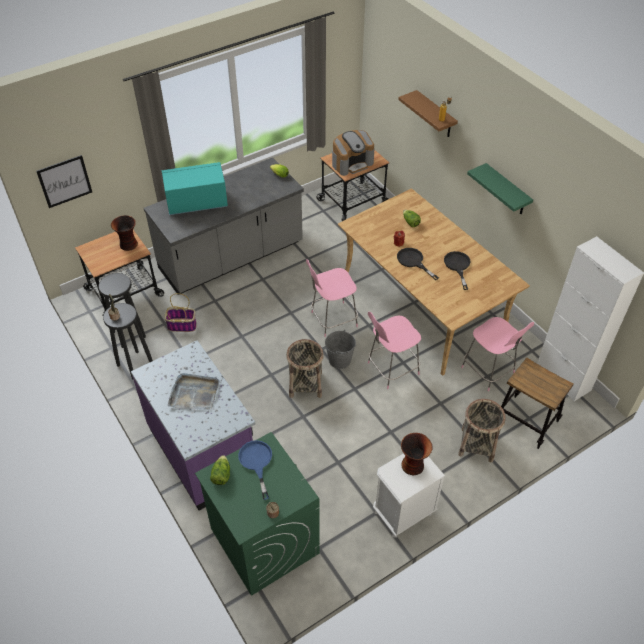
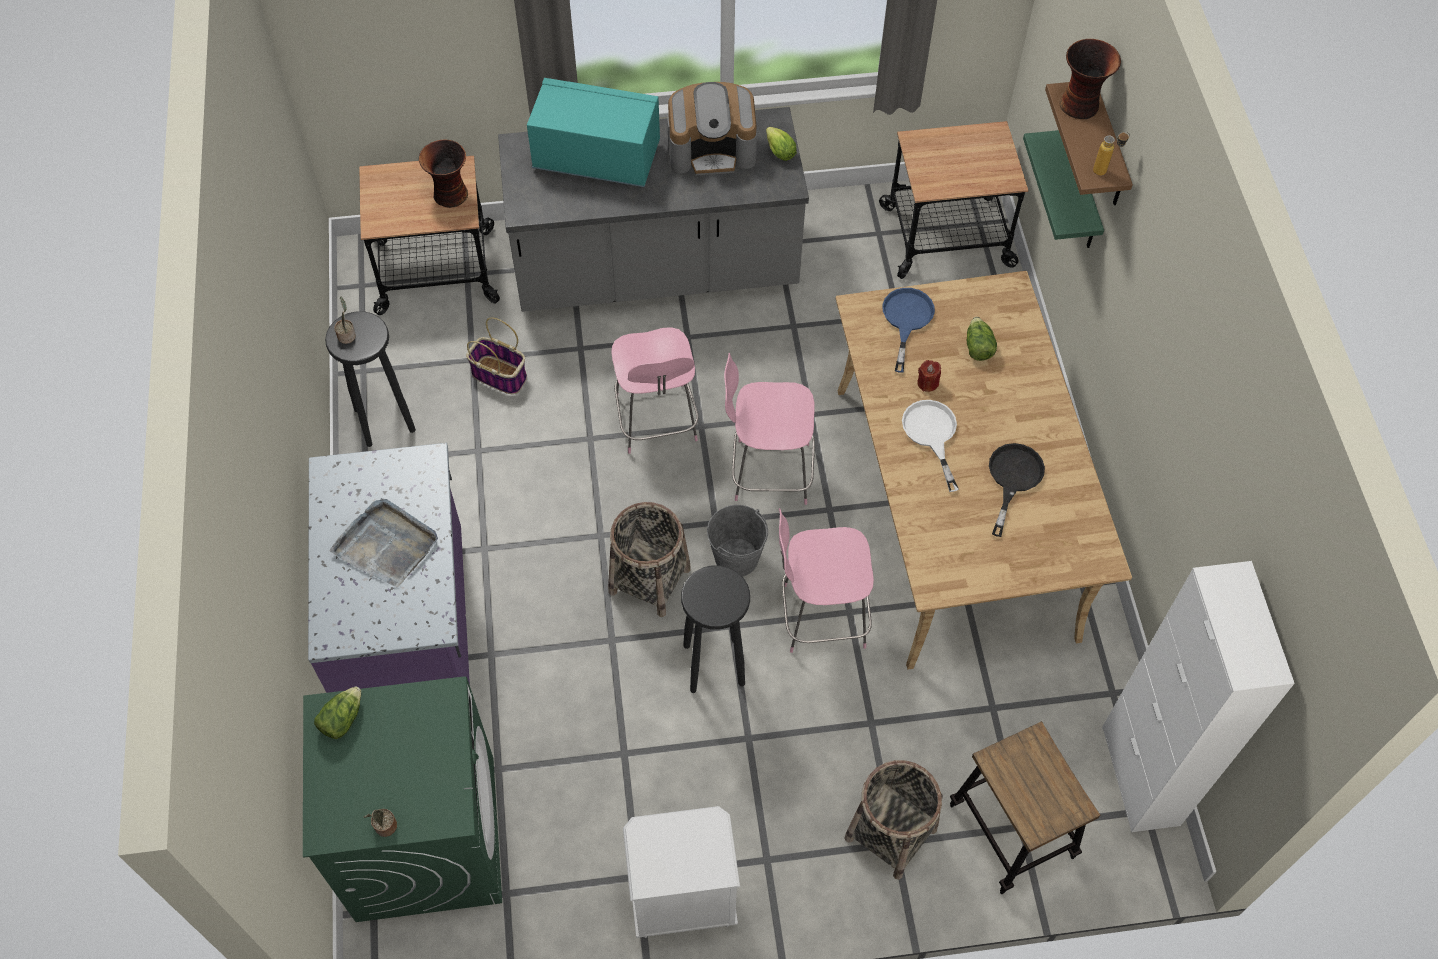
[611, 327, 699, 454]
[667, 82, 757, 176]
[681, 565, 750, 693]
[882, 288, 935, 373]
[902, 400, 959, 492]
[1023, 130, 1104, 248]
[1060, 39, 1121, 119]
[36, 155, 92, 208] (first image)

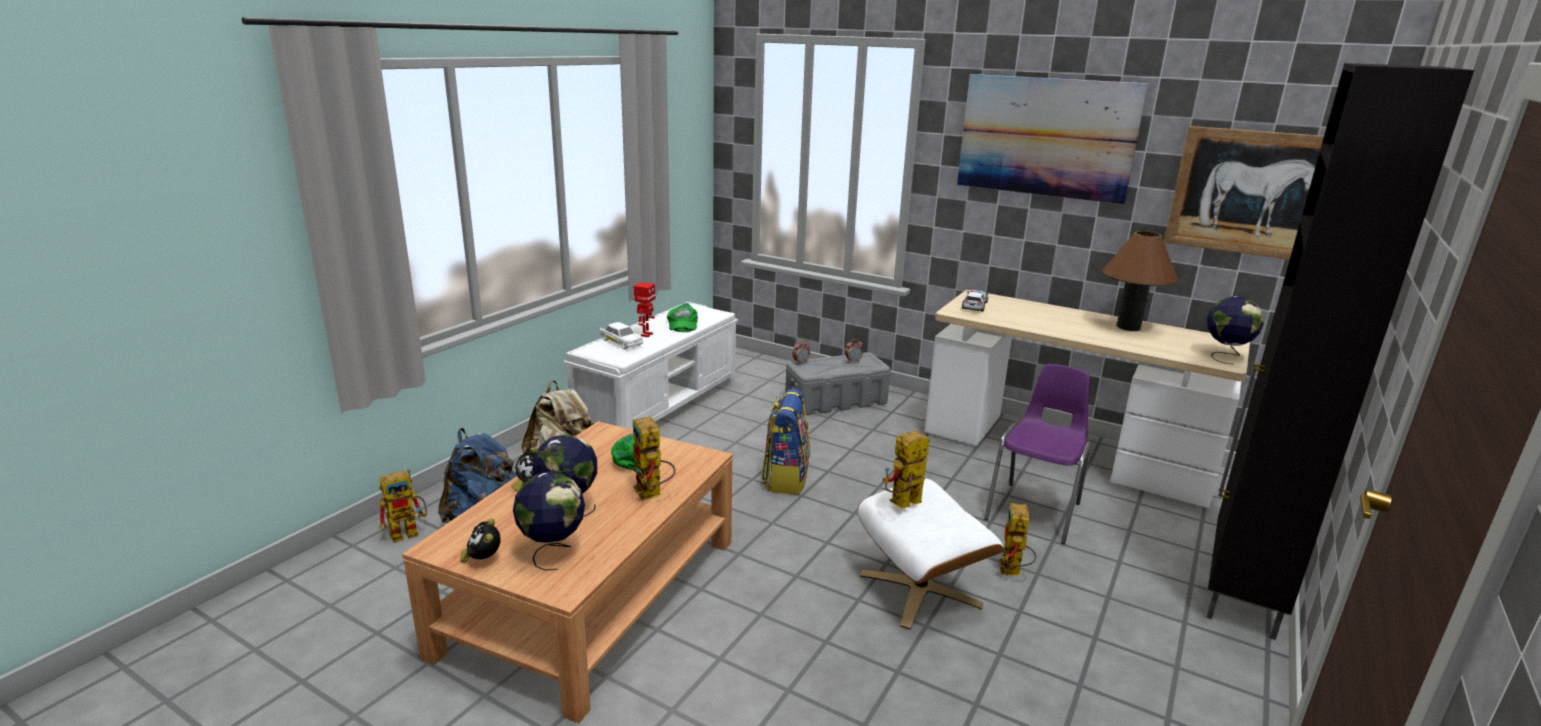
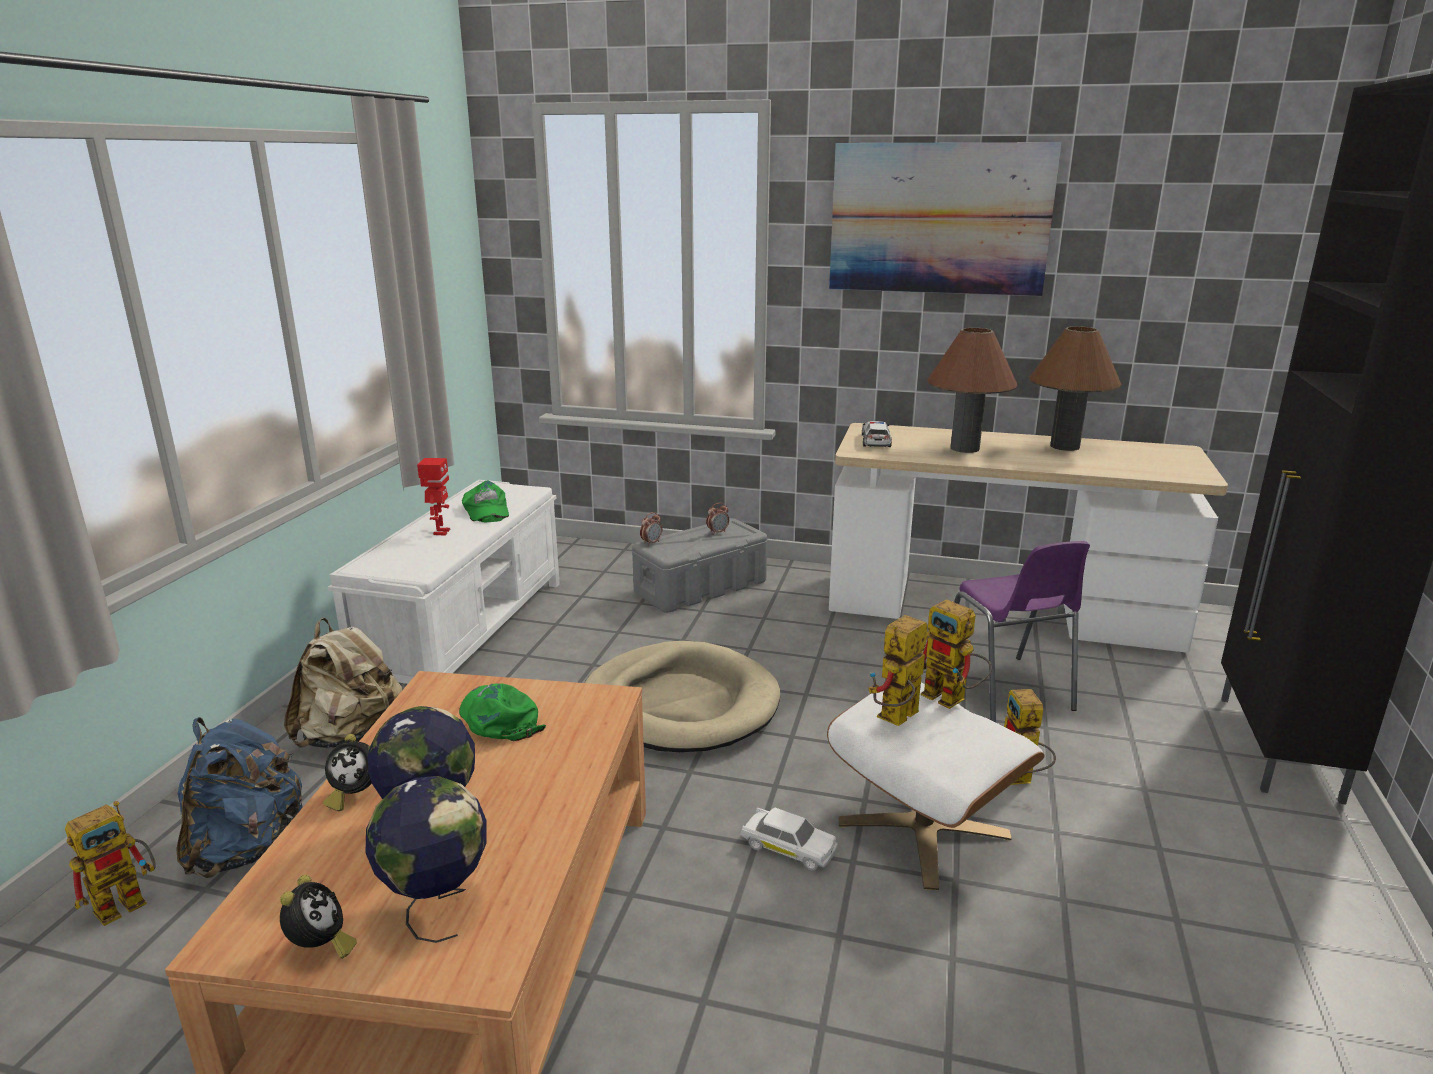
[280, 875, 357, 959]
[585, 641, 780, 752]
[740, 807, 838, 871]
[921, 599, 992, 709]
[927, 328, 1017, 453]
[954, 541, 1090, 722]
[1164, 126, 1324, 260] (first image)
[1207, 296, 1264, 365] (first image)

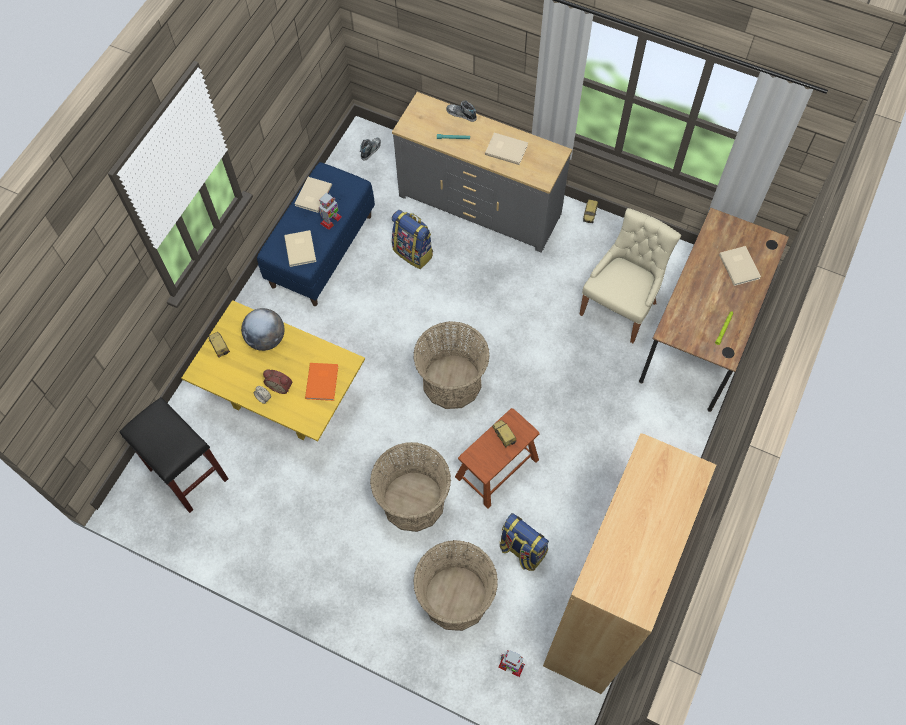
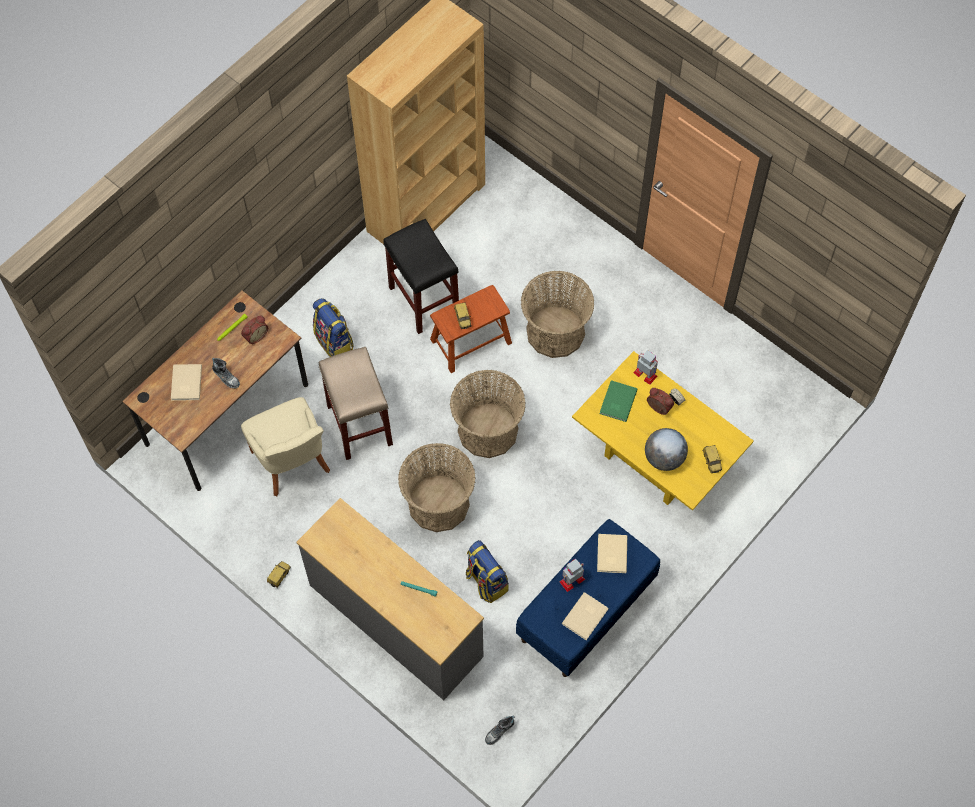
[212, 358, 240, 389]
[241, 316, 268, 344]
[241, 397, 330, 496]
[313, 298, 354, 357]
[319, 347, 393, 460]
[383, 219, 459, 334]
[398, 443, 476, 532]
[600, 380, 638, 422]
[633, 350, 658, 385]
[485, 133, 528, 165] (first image)

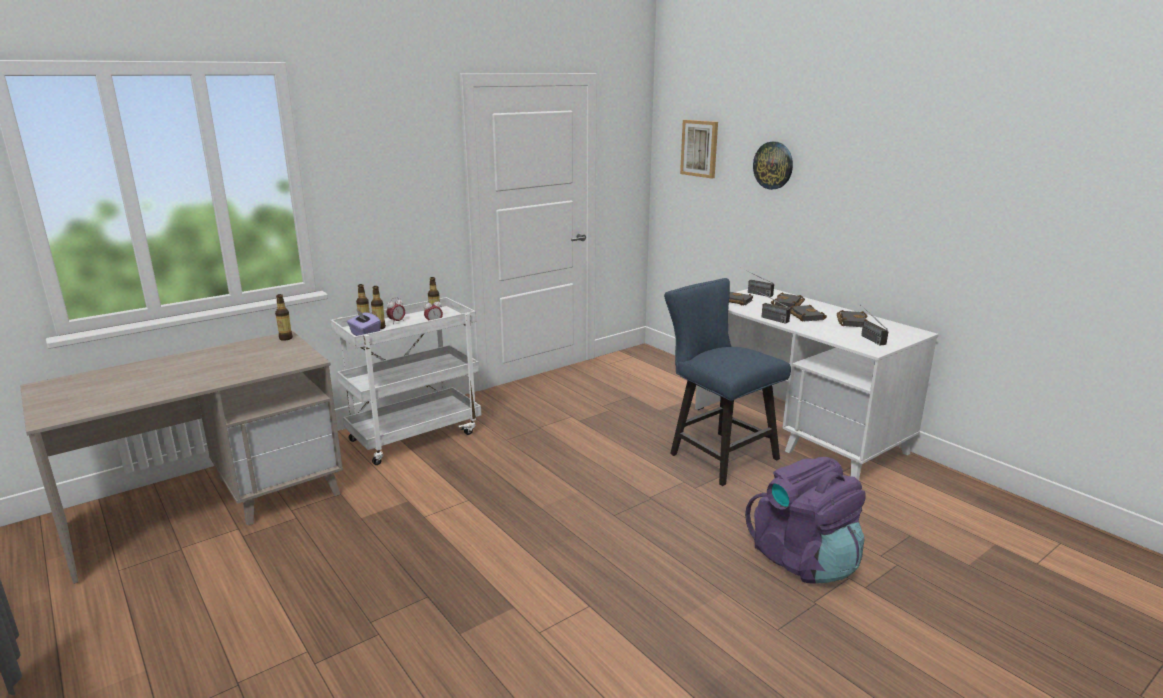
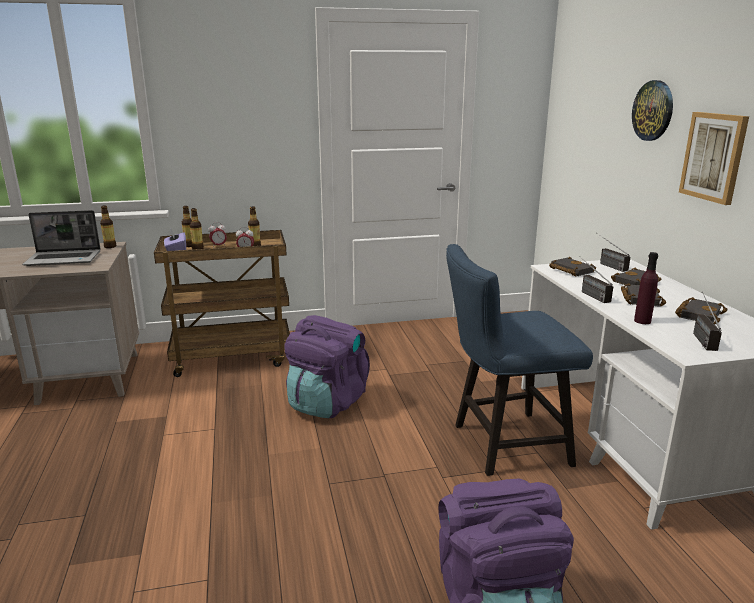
[22, 210, 100, 266]
[154, 230, 290, 377]
[284, 315, 370, 418]
[446, 244, 593, 476]
[634, 252, 658, 324]
[679, 112, 749, 205]

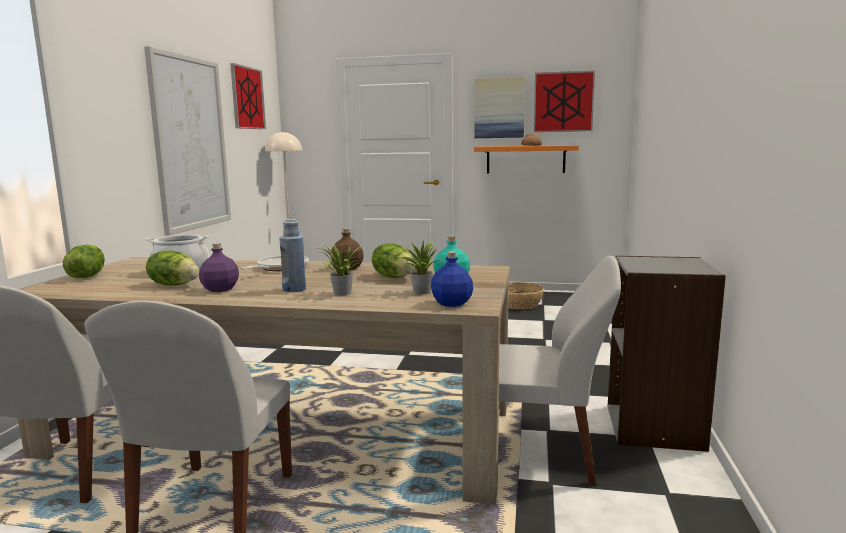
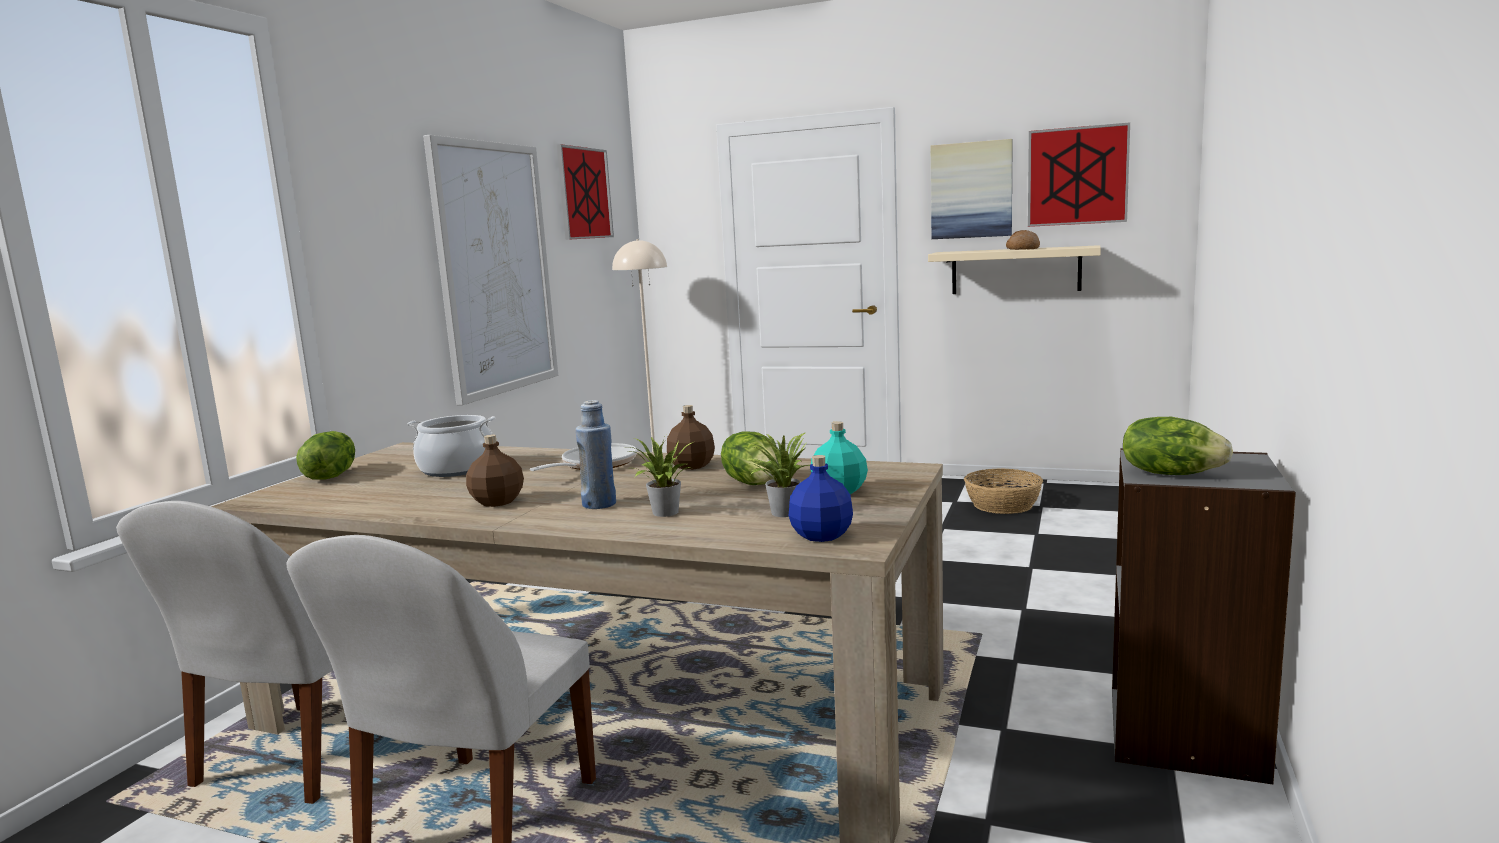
[466, 435, 524, 507]
[928, 245, 1101, 294]
[1123, 417, 1233, 475]
[499, 256, 621, 485] (first image)

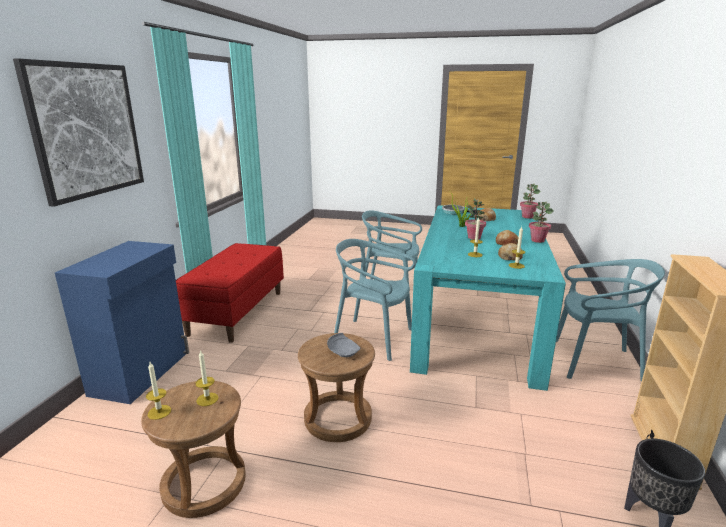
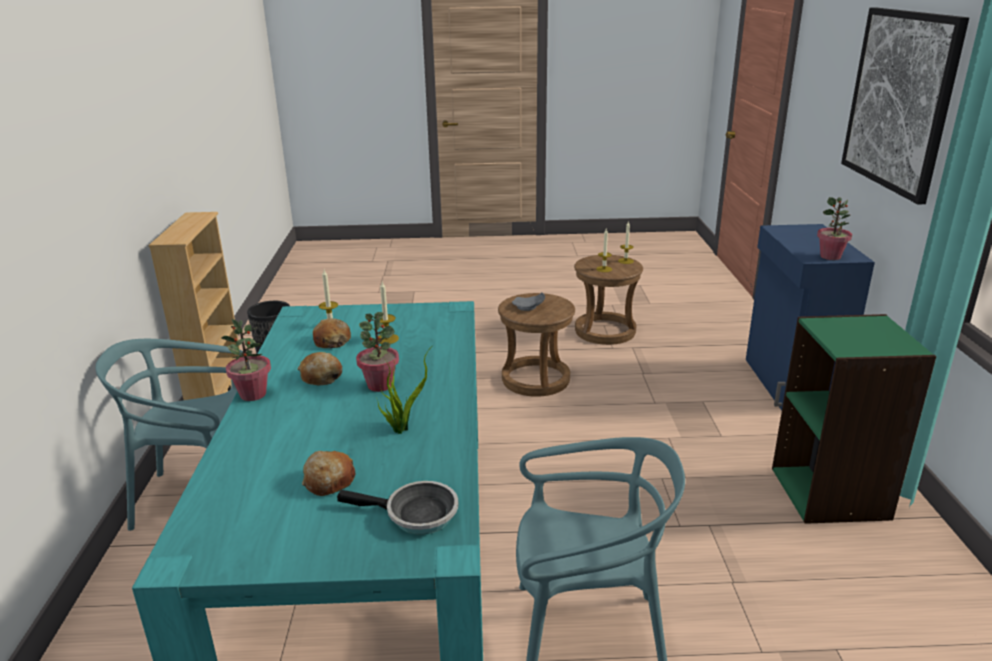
[772, 314, 936, 524]
[817, 197, 852, 260]
[334, 239, 416, 361] (first image)

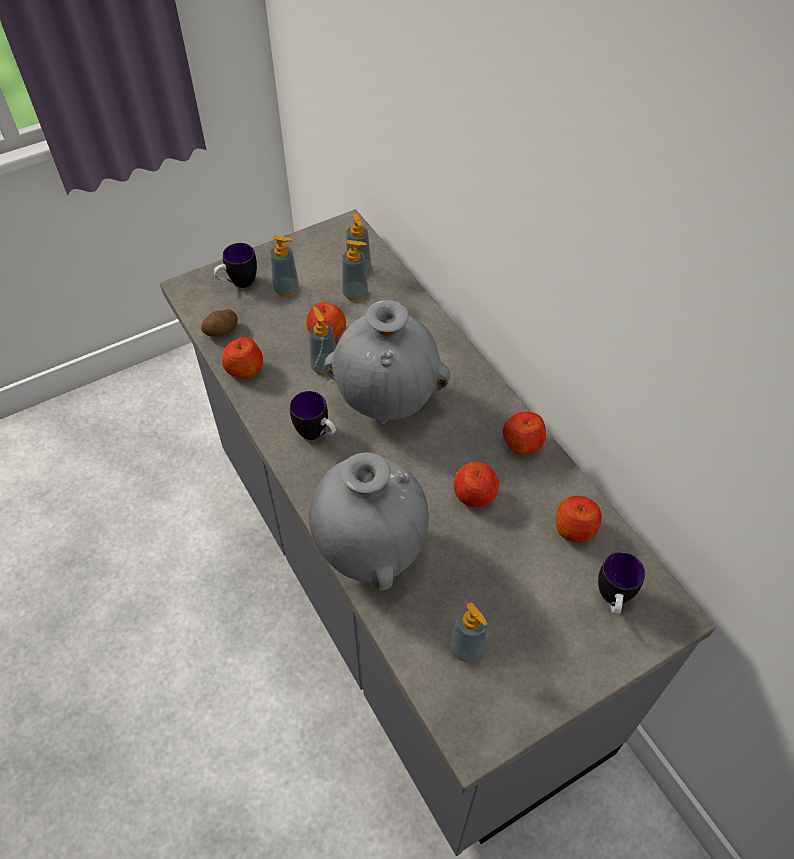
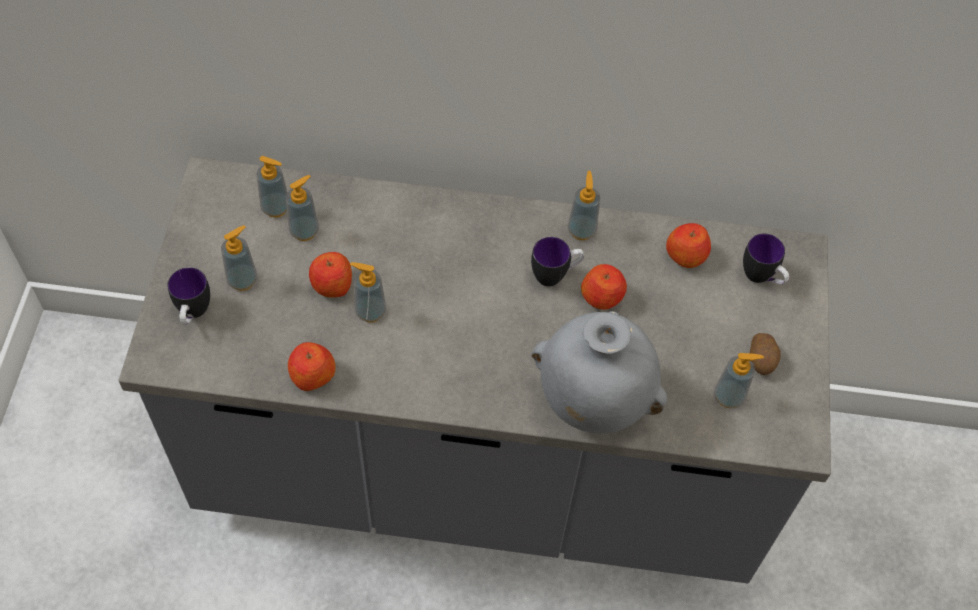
[531, 237, 584, 286]
[567, 171, 600, 240]
[750, 333, 781, 375]
[324, 300, 450, 424] (first image)

